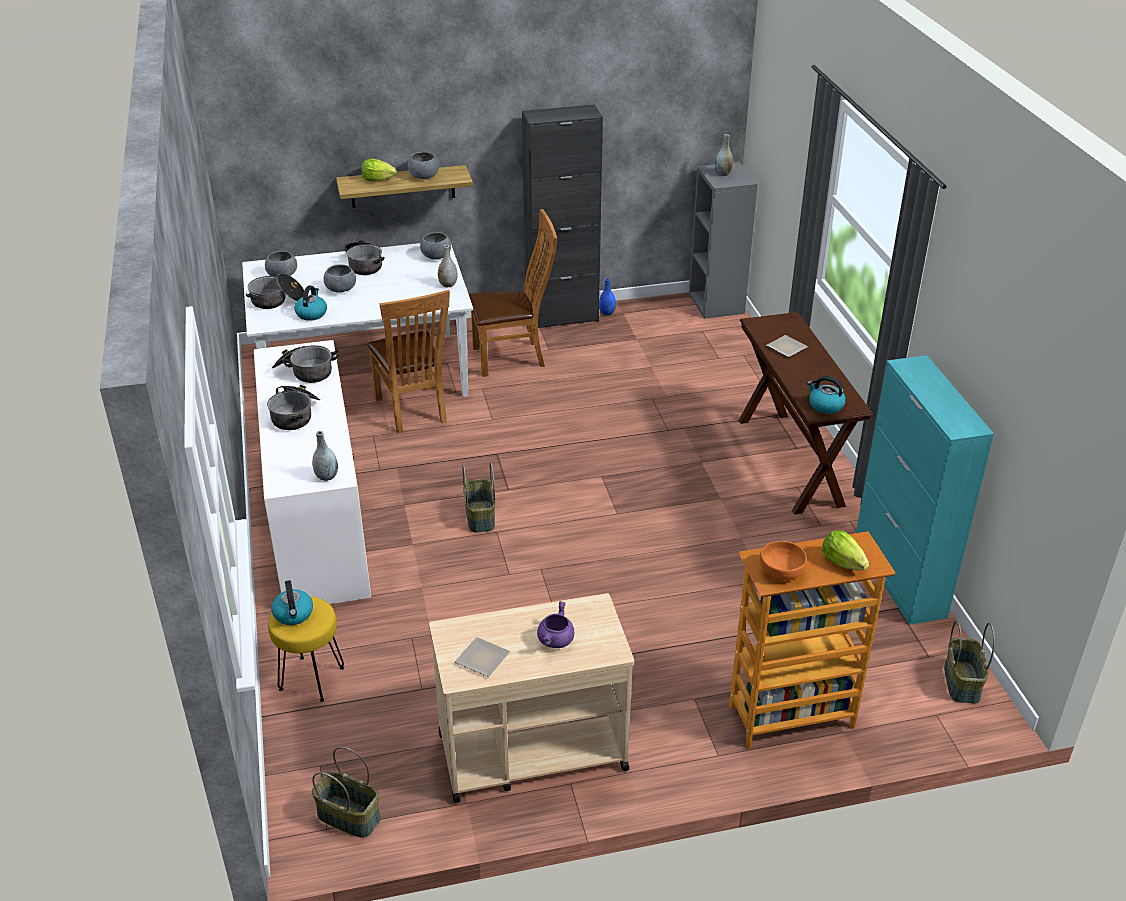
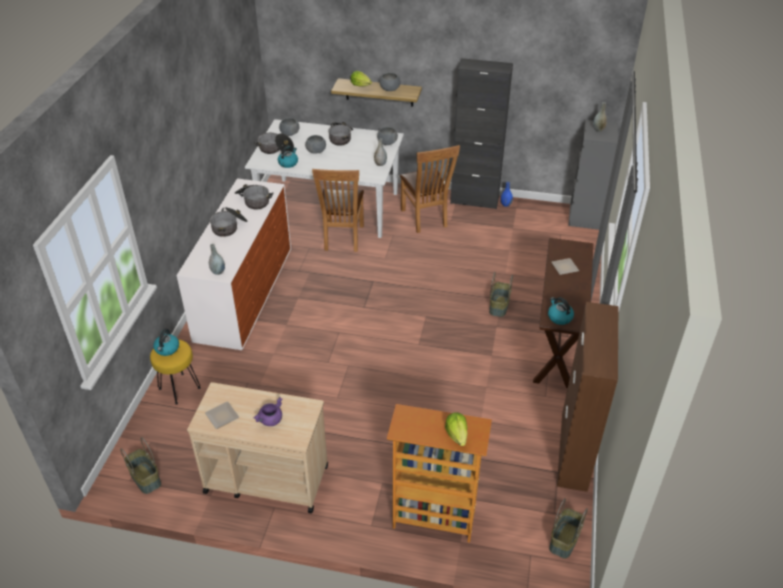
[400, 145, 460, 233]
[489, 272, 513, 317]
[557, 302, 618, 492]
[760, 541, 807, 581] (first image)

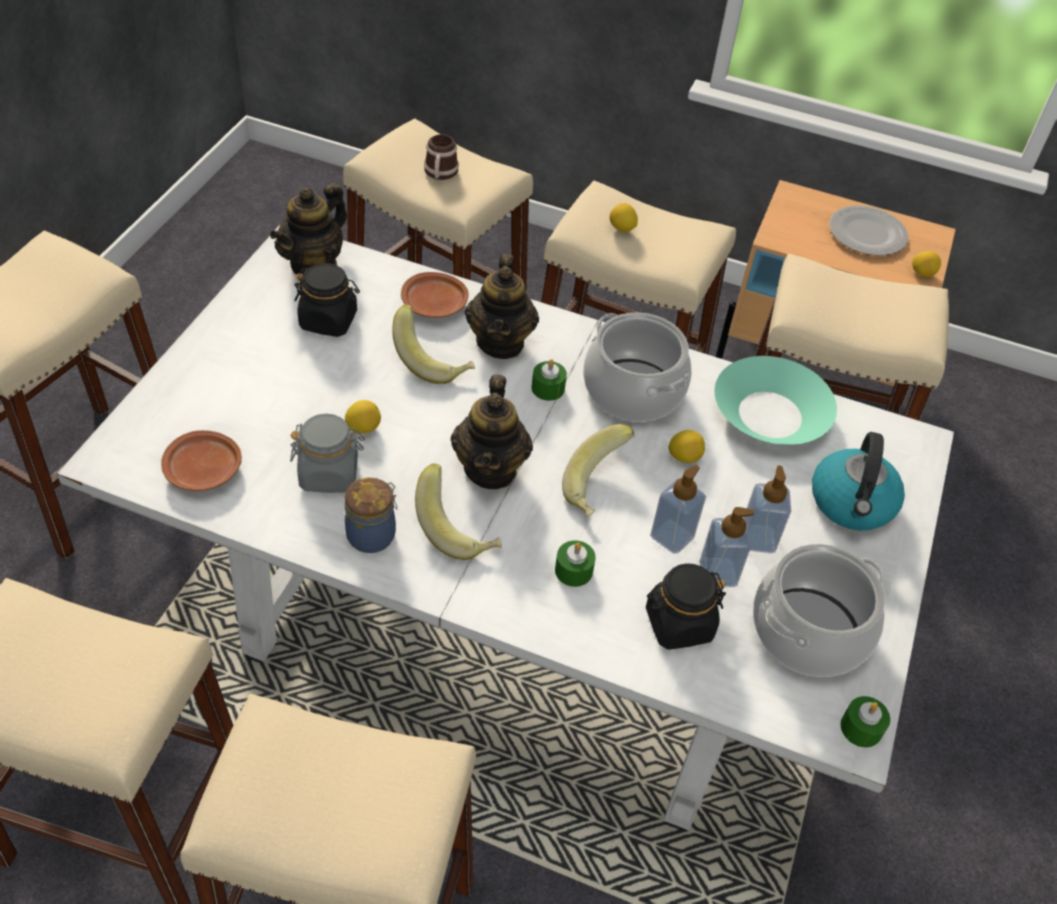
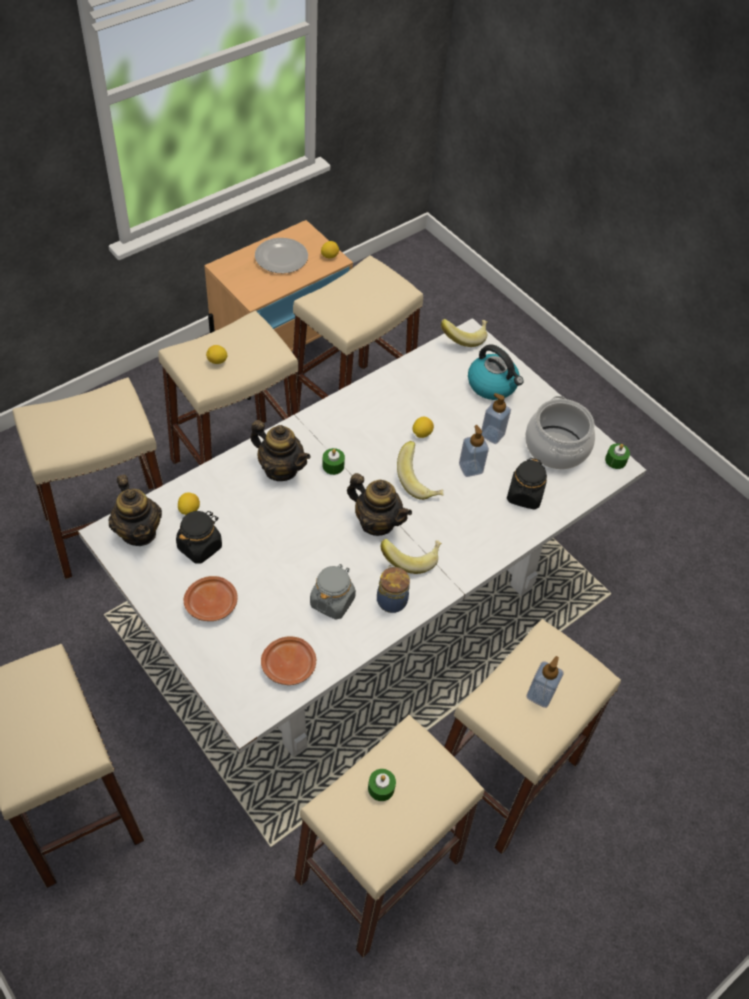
[178, 492, 200, 515]
[184, 576, 238, 621]
[368, 769, 396, 801]
[441, 319, 487, 347]
[526, 656, 563, 708]
[424, 134, 459, 180] (first image)
[583, 312, 692, 422] (first image)
[715, 356, 837, 445] (first image)

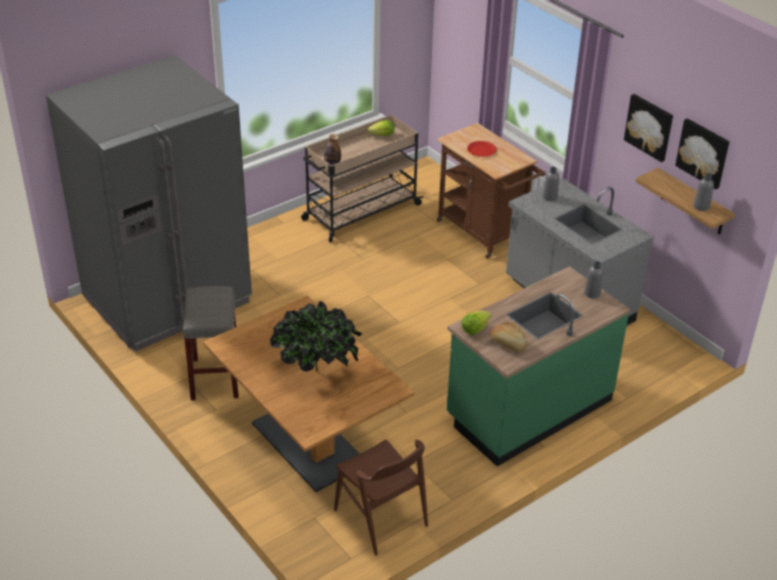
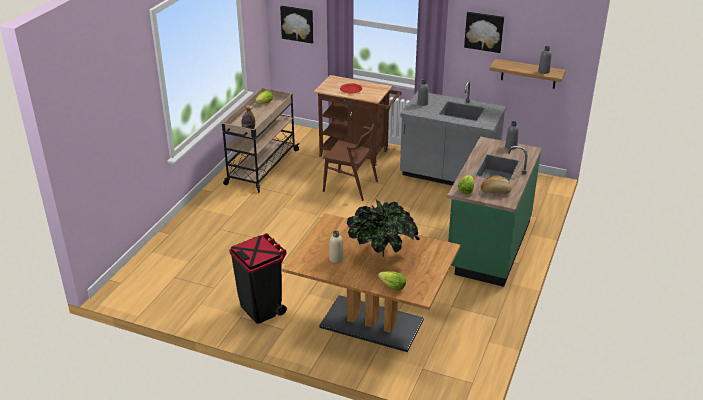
[229, 233, 287, 324]
[280, 6, 313, 43]
[323, 124, 378, 201]
[329, 231, 343, 263]
[378, 271, 406, 290]
[46, 55, 252, 352] (first image)

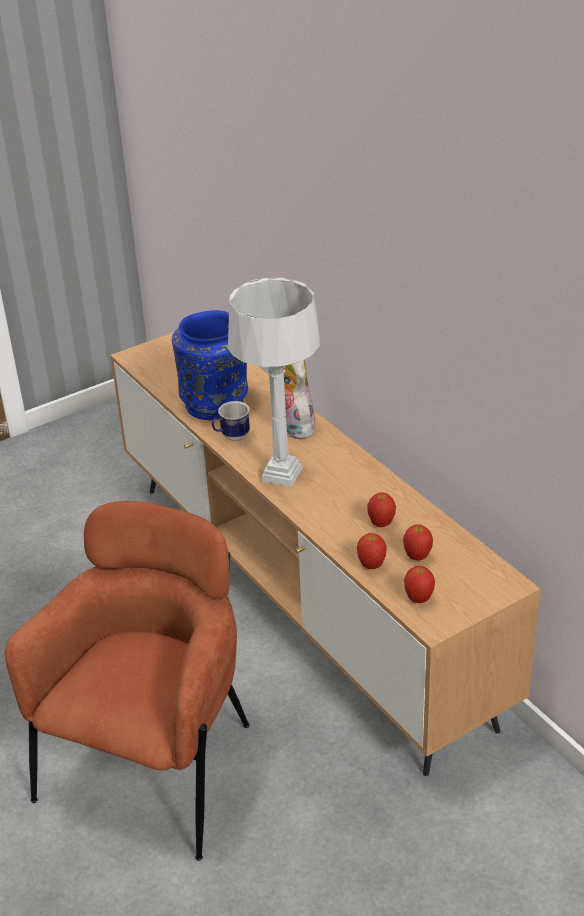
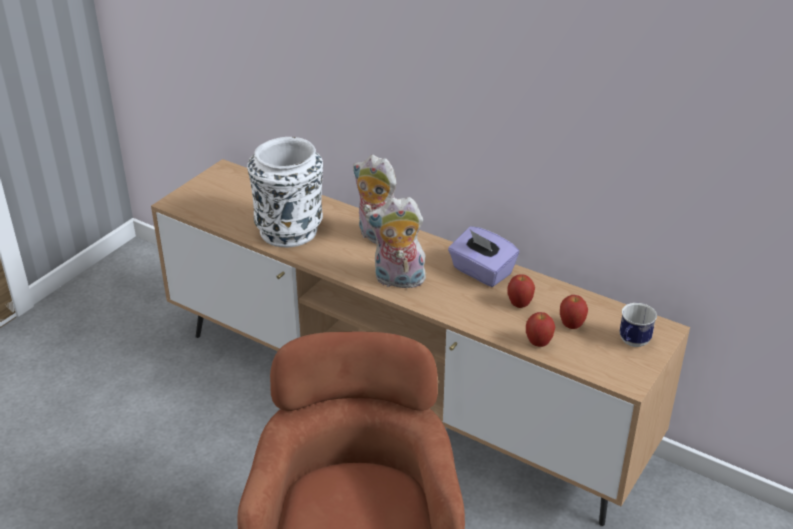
[247, 137, 323, 247]
[365, 197, 426, 288]
[448, 226, 519, 287]
[620, 303, 657, 347]
[404, 566, 435, 603] (first image)

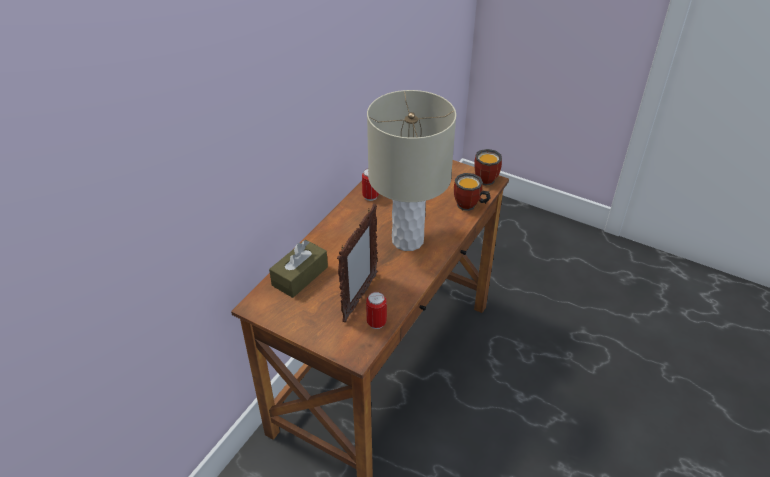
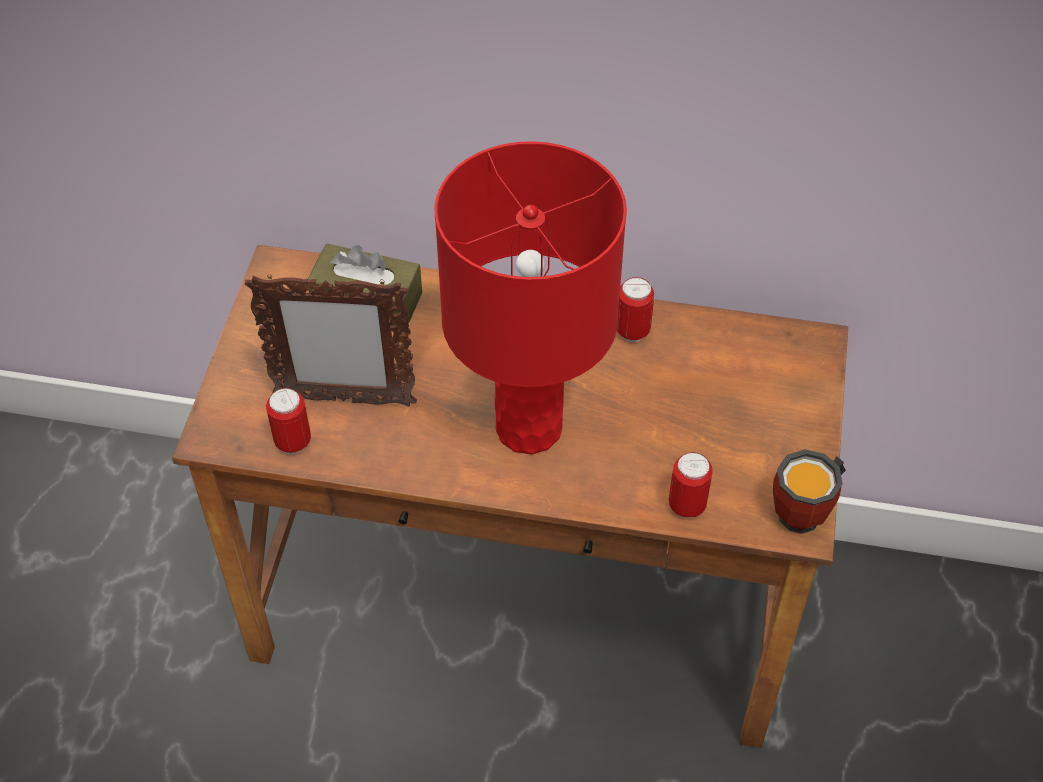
[435, 141, 627, 455]
[669, 452, 713, 518]

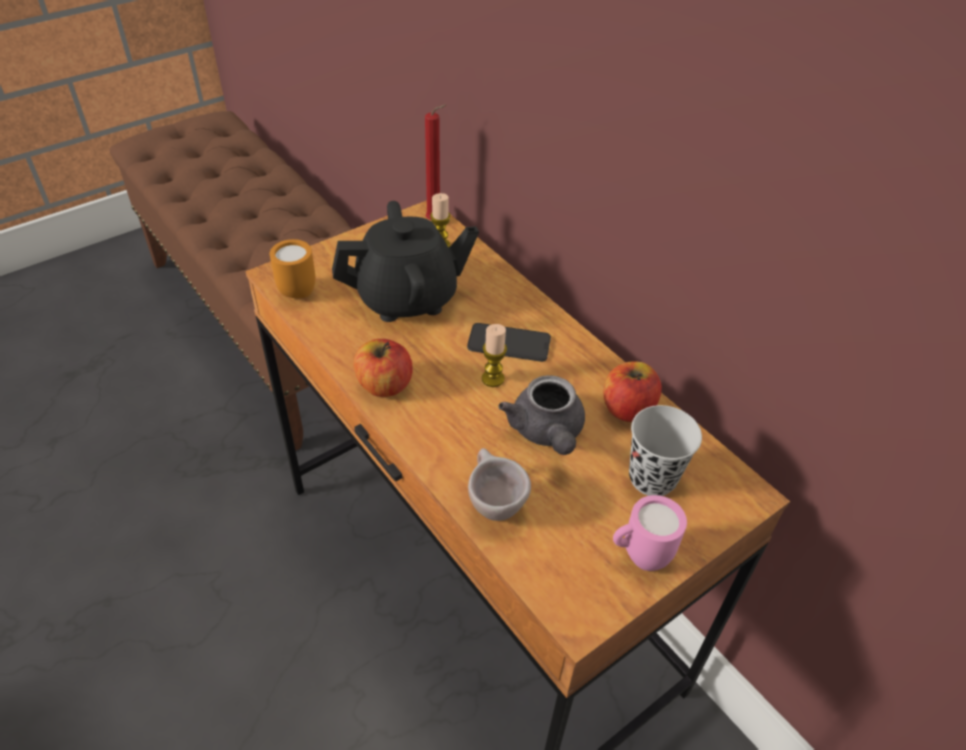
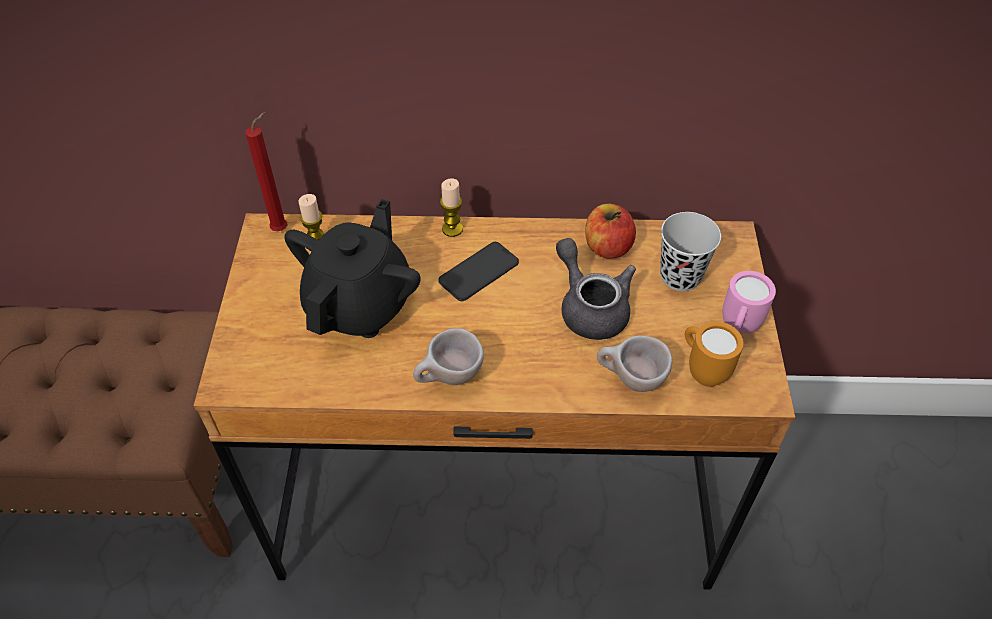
[413, 328, 484, 385]
[440, 179, 463, 237]
[556, 238, 636, 340]
[685, 322, 744, 387]

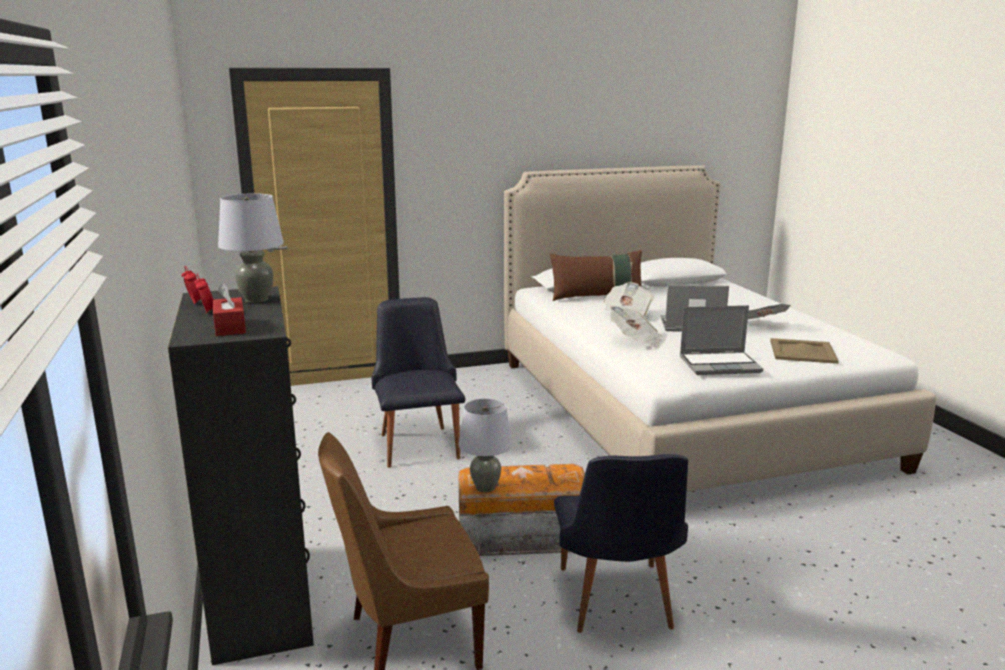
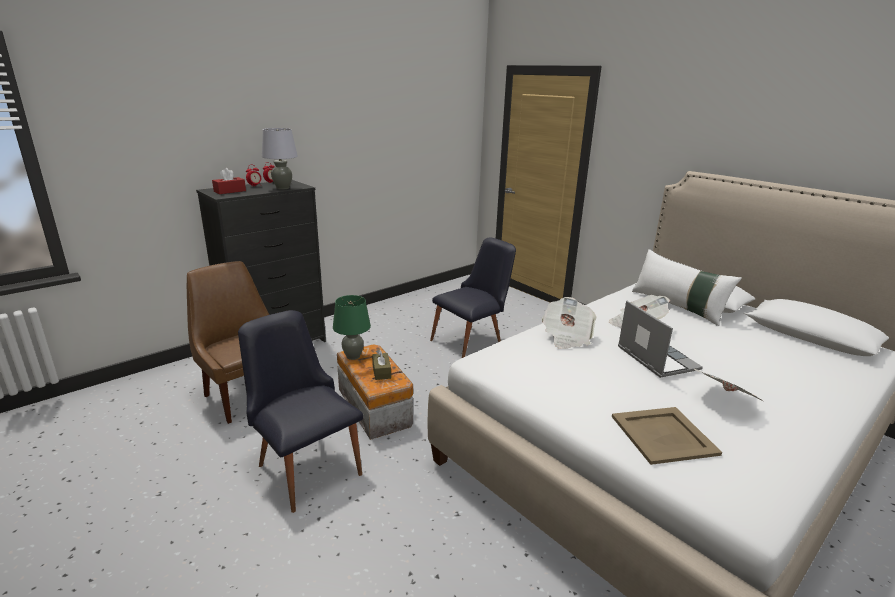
[238, 310, 363, 513]
[333, 295, 371, 360]
[372, 349, 391, 380]
[632, 249, 742, 326]
[680, 305, 763, 375] (first image)

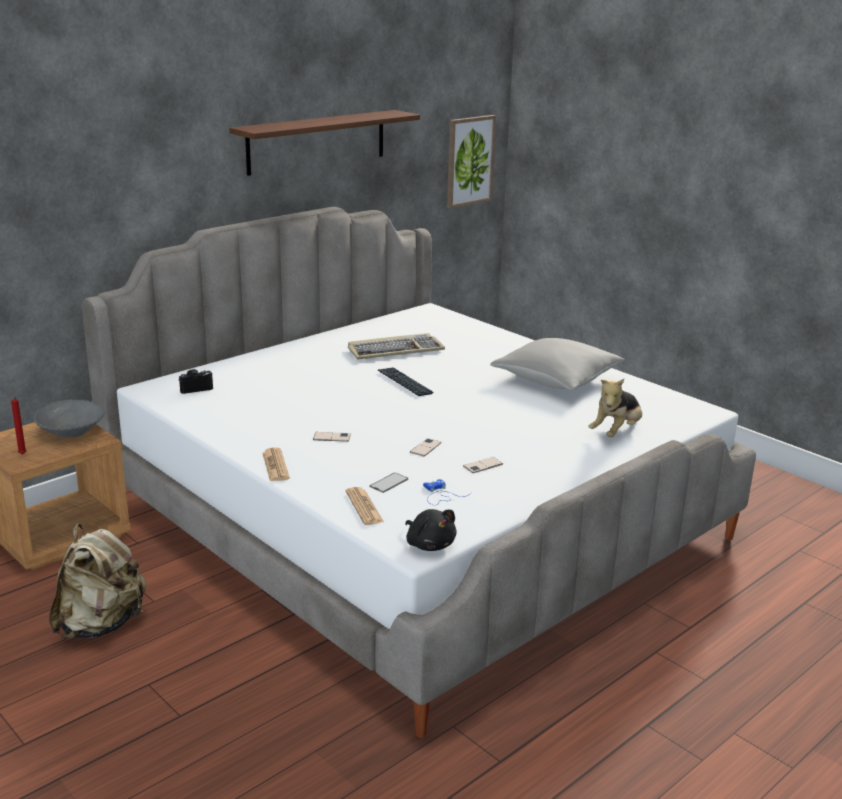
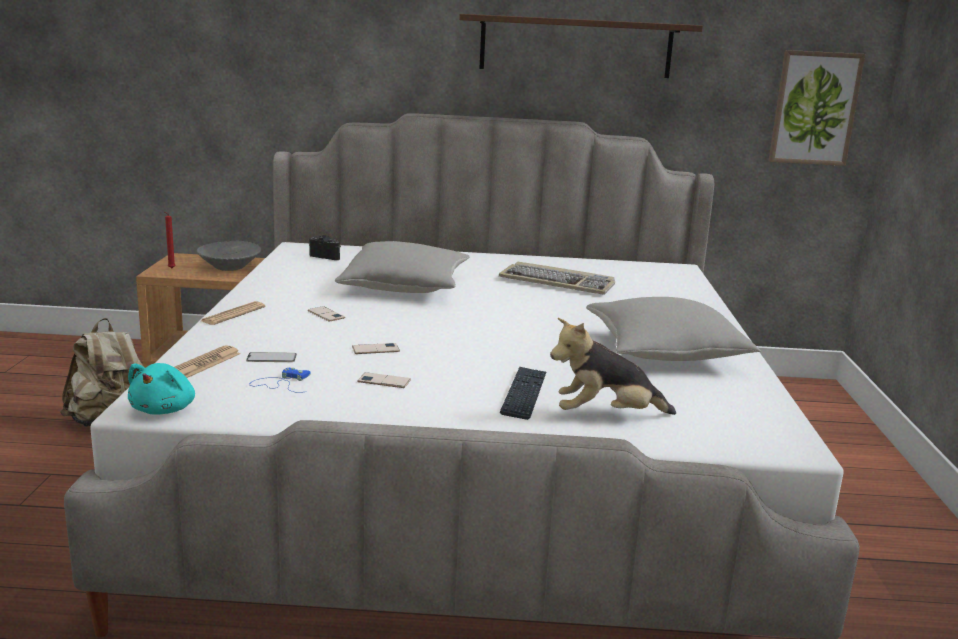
[128, 363, 195, 415]
[335, 241, 470, 293]
[500, 367, 546, 420]

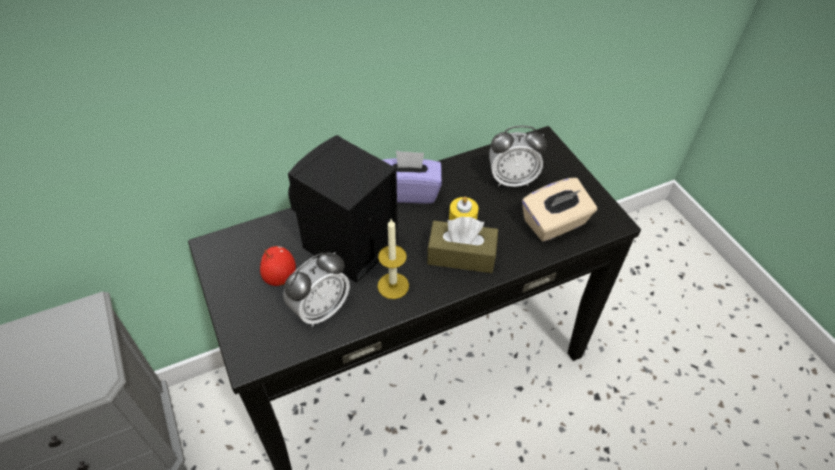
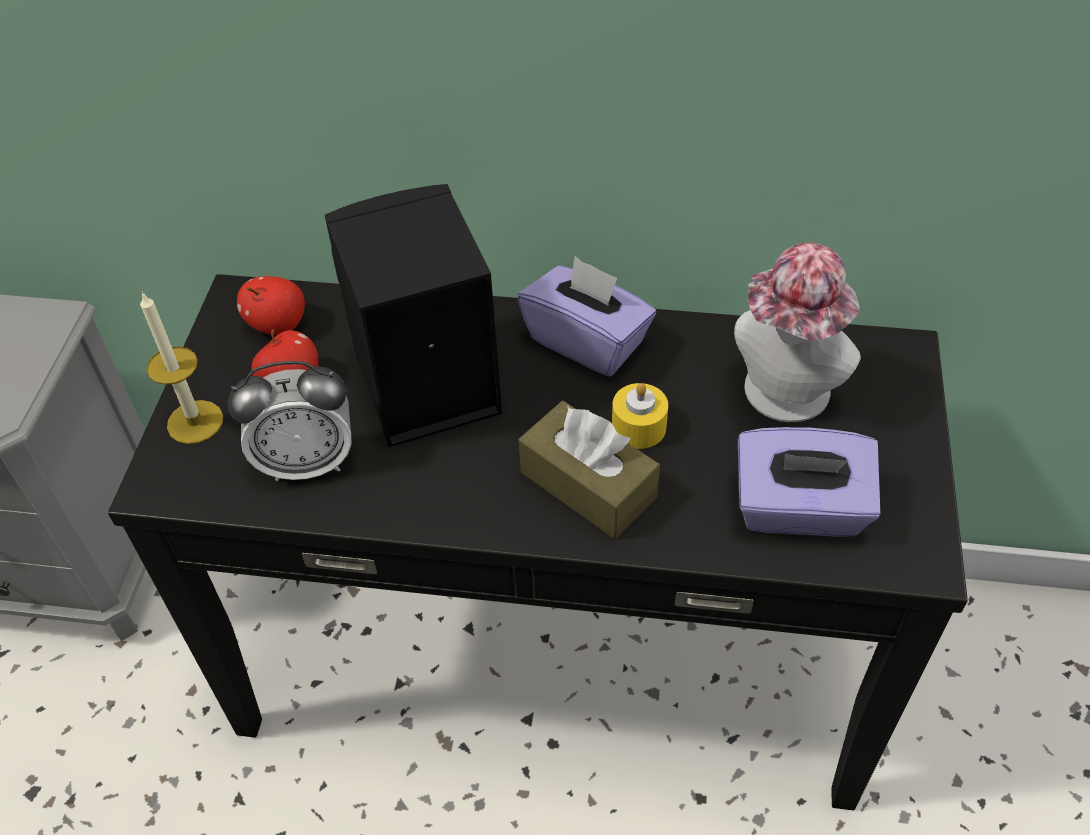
[140, 292, 223, 444]
[237, 276, 305, 335]
[734, 243, 861, 422]
[738, 427, 881, 537]

